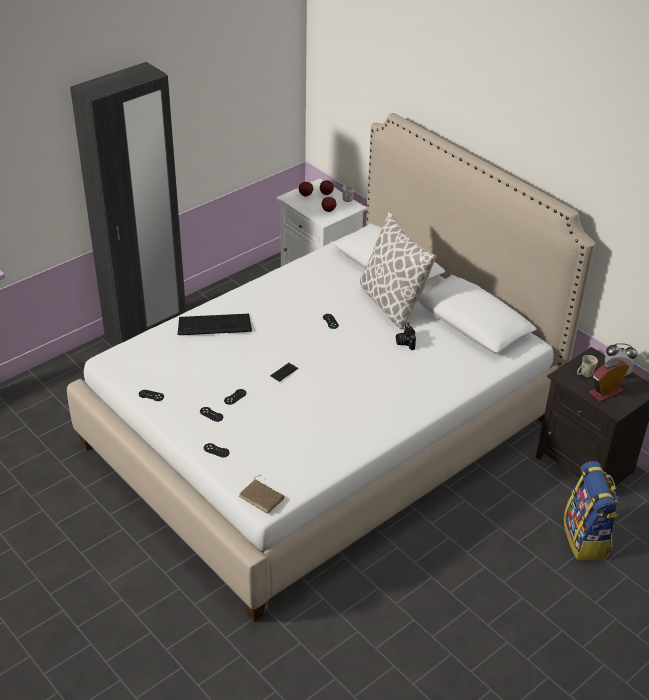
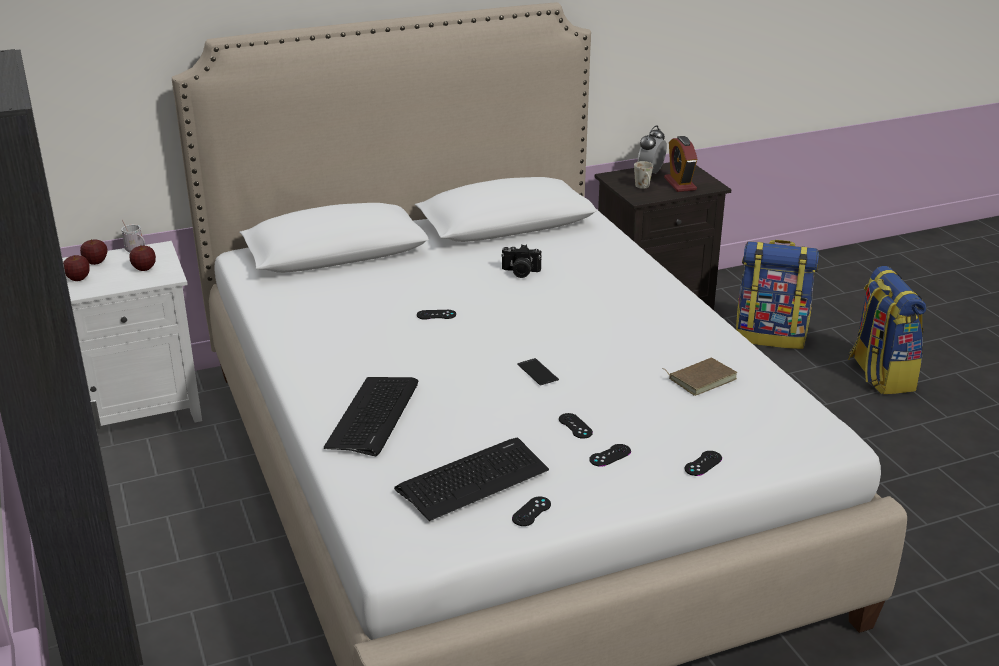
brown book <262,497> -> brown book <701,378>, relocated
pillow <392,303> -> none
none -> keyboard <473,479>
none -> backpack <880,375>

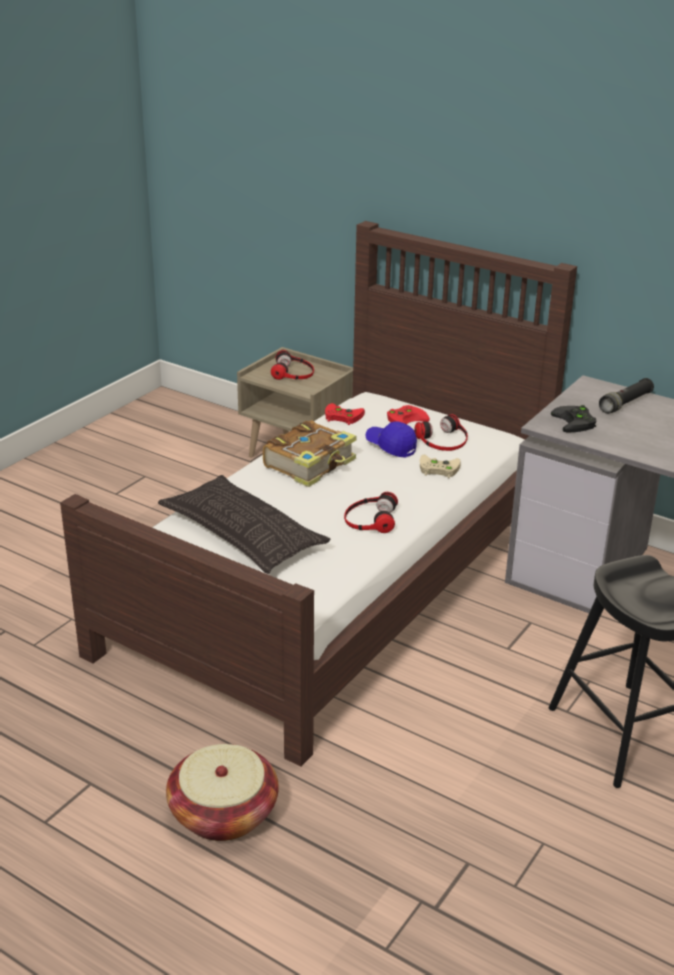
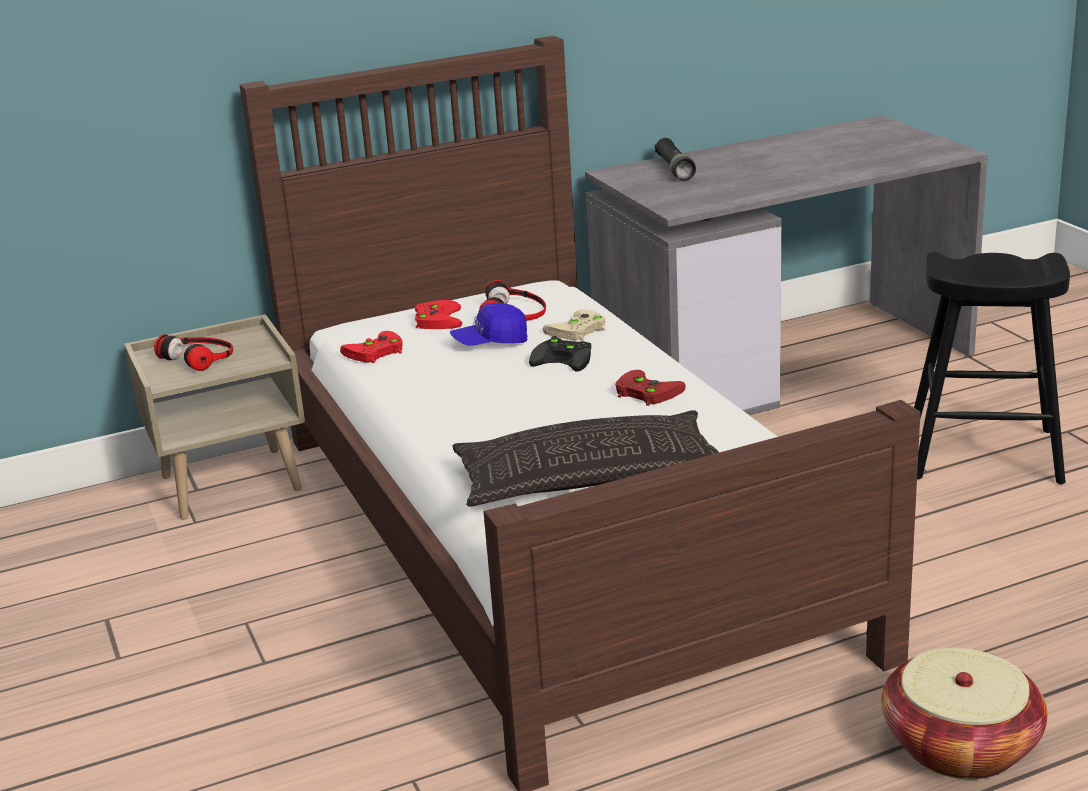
book <311,464> -> none
headphones <370,519> -> red game controller <645,392>
black game controller <576,422> -> black game controller <565,359>, relocated

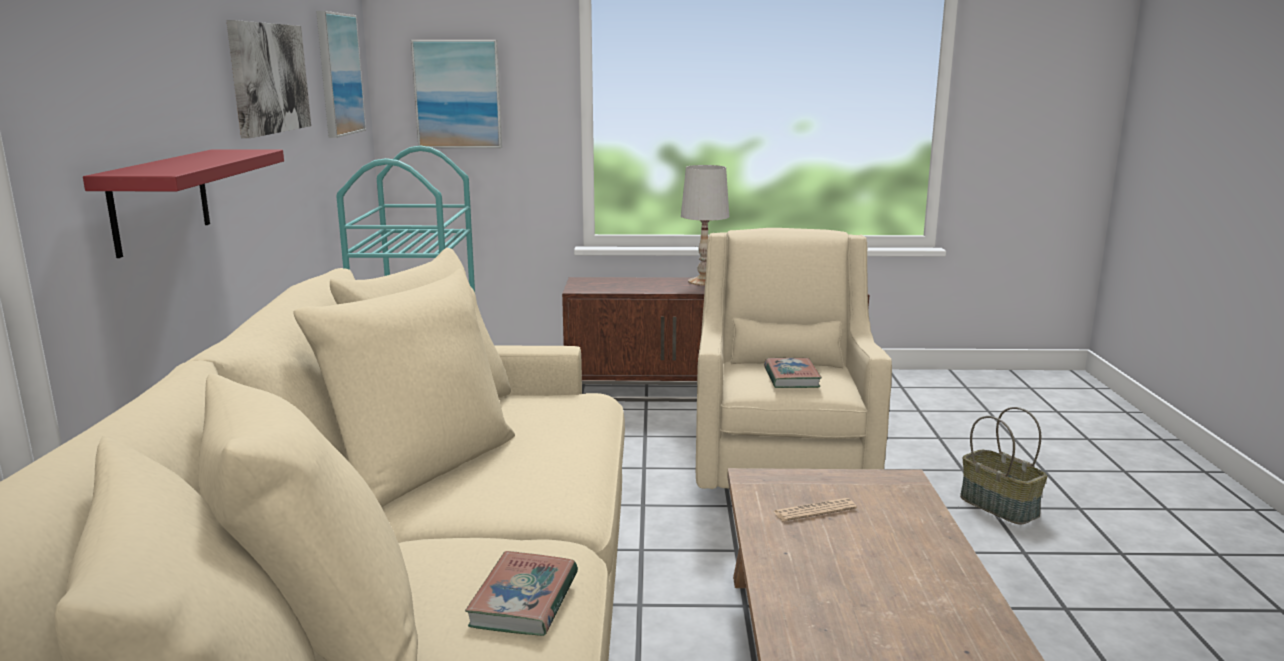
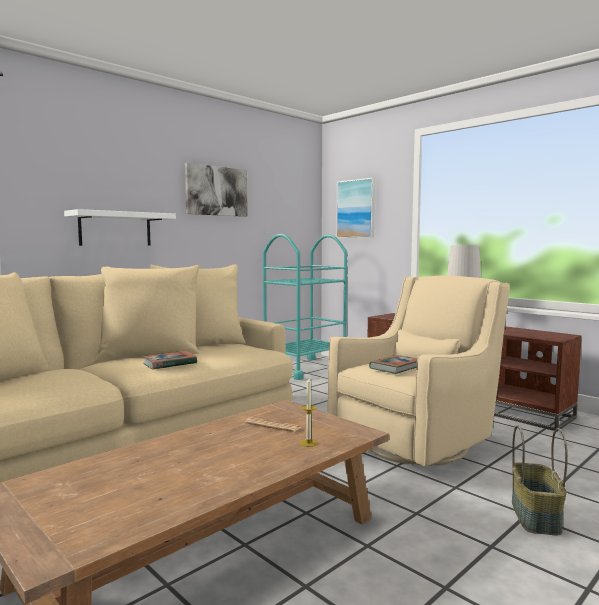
red shelf <160,200> -> white shelf <115,229>
picture <338,74> -> none
book <524,600> -> book <170,363>, relocated
none -> candle <308,443>

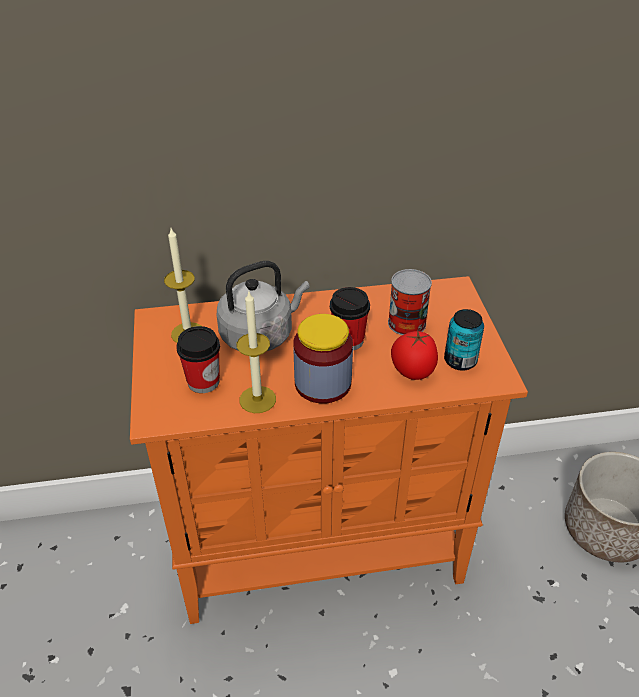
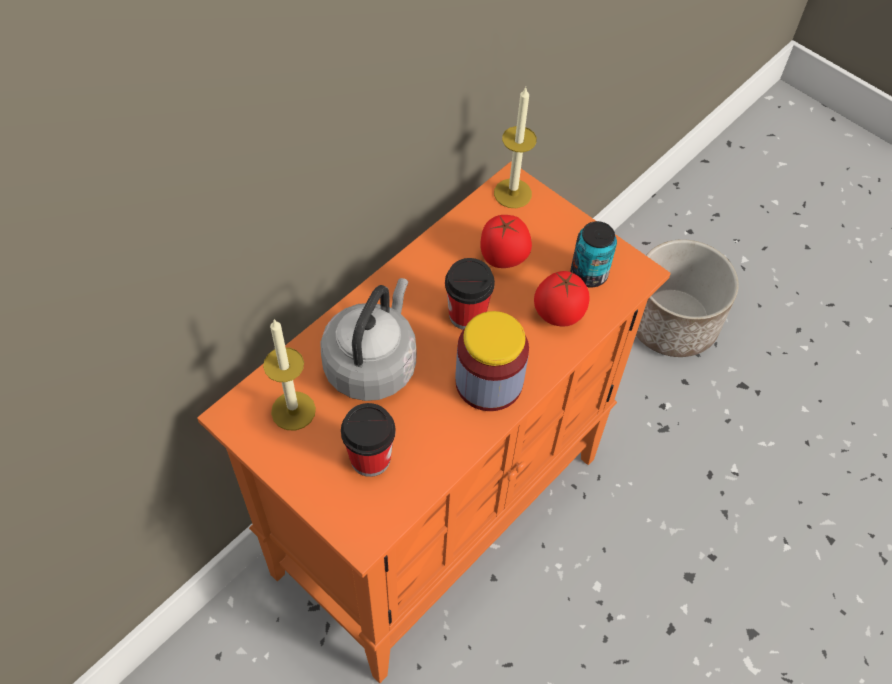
candle <257,399> -> candle <512,193>, relocated
can <407,323> -> tomato <503,258>

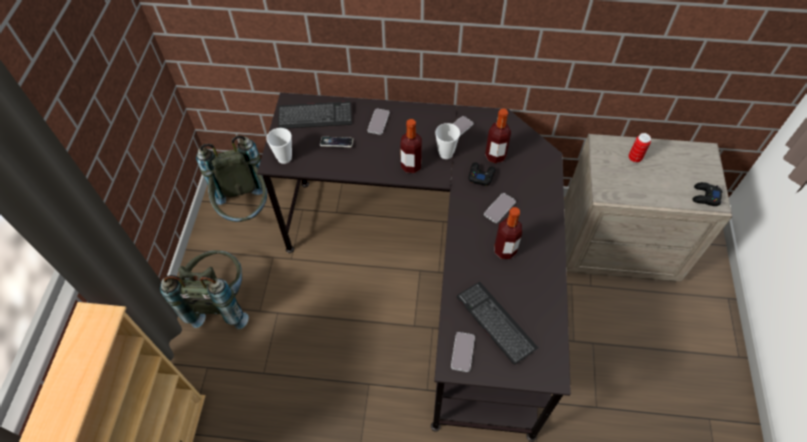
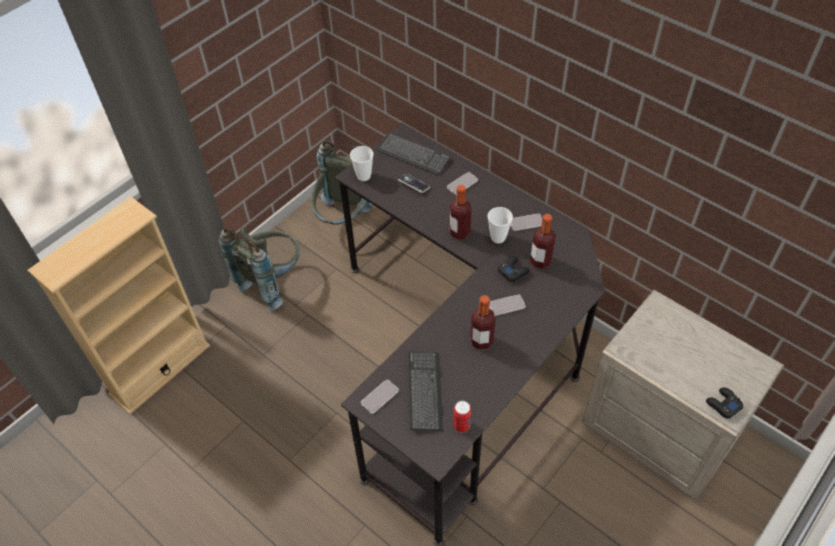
can <634,158> -> can <461,425>, relocated

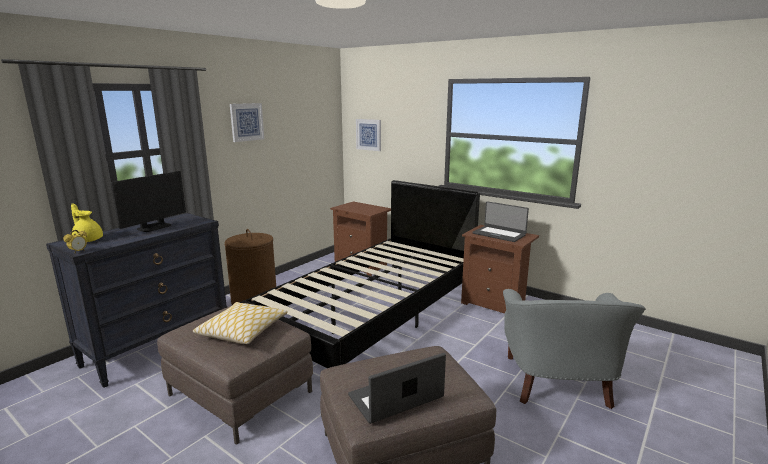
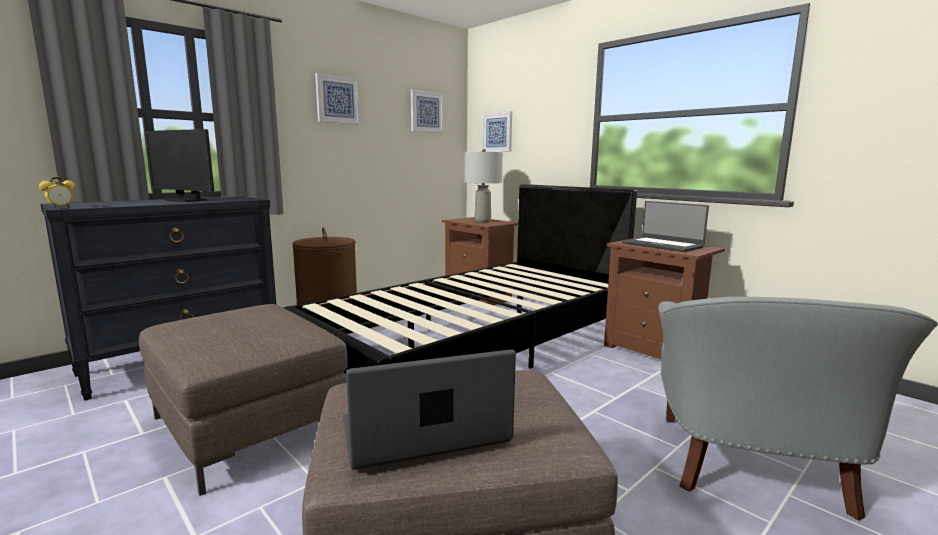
yellow teapot <88,240> -> none
monitor <154,227> -> monitor <186,200>, 75 degrees clockwise
pillow <242,331> -> none
none -> picture <426,112>
none -> grey table lamp <482,221>

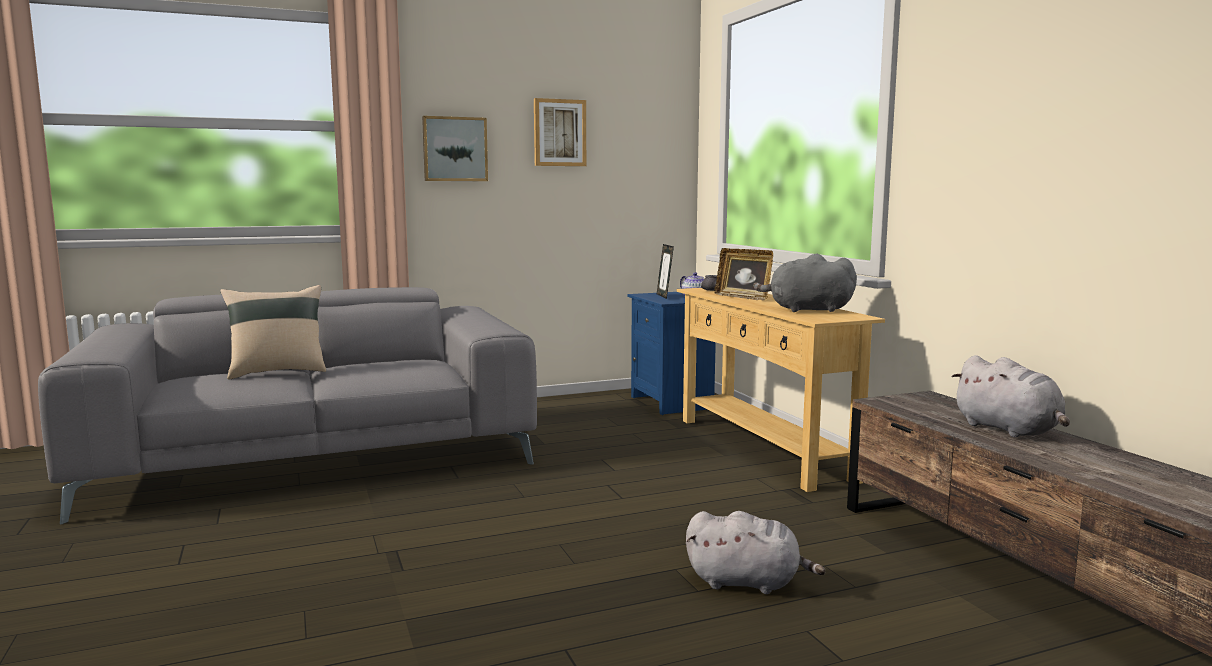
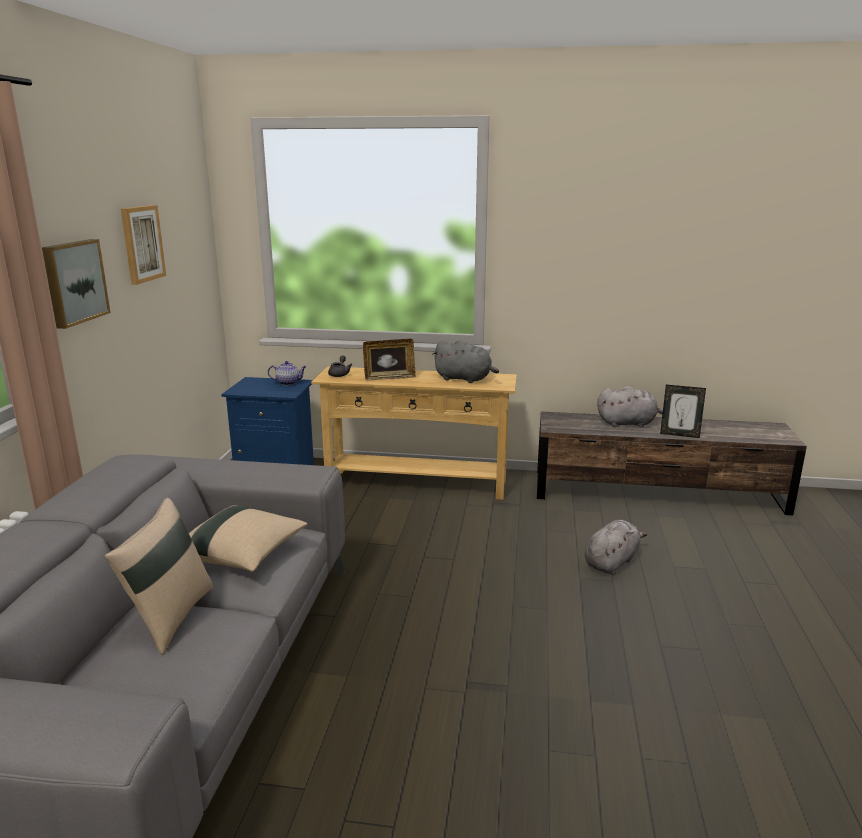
picture frame <664,296> -> picture frame <679,434>, relocated
grey plush toy <806,310> -> grey plush toy <465,379>, 105 degrees counterclockwise
none -> beige pillow <242,555>

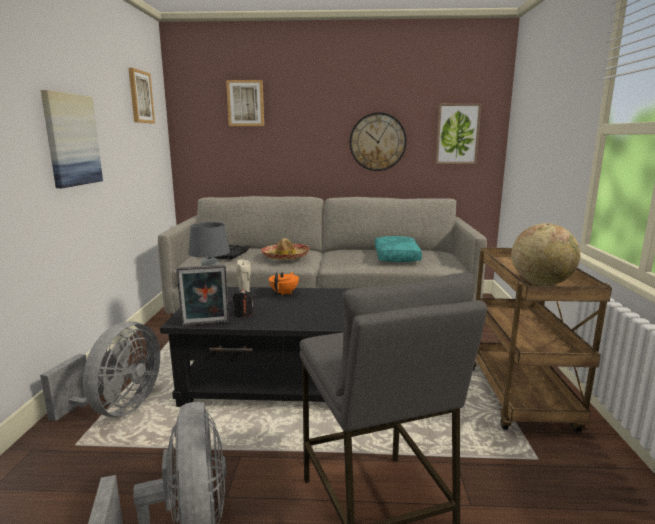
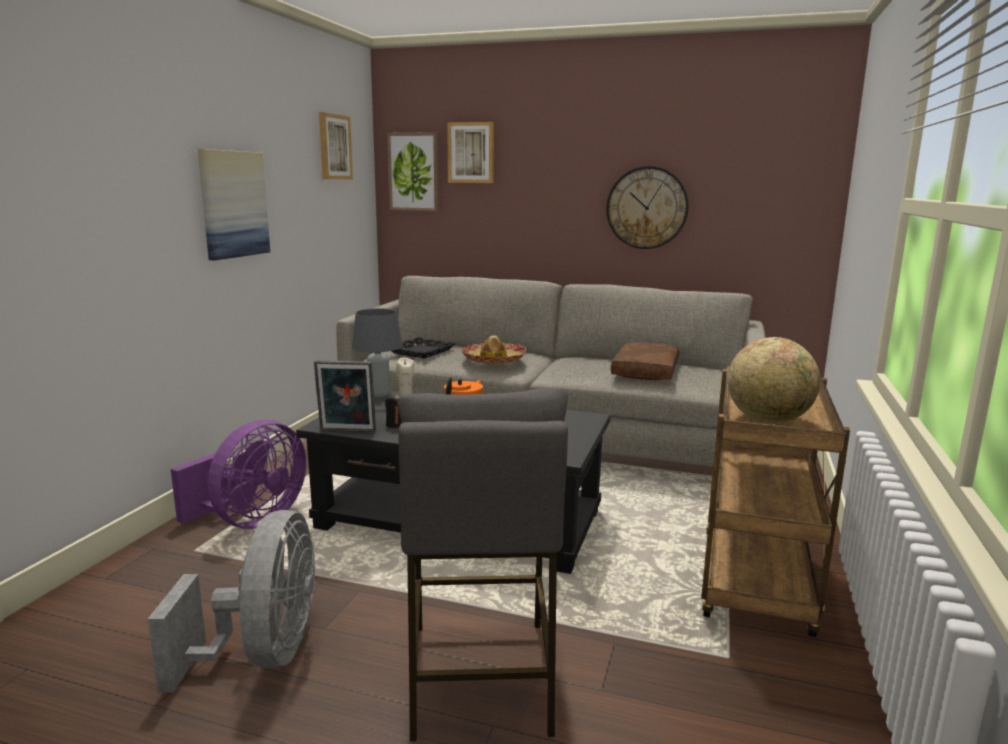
grey fan <117,409> -> purple fan <251,521>
turquoise pillow <395,256> -> brown pillow <644,371>
picture <457,134> -> picture <414,172>, relocated

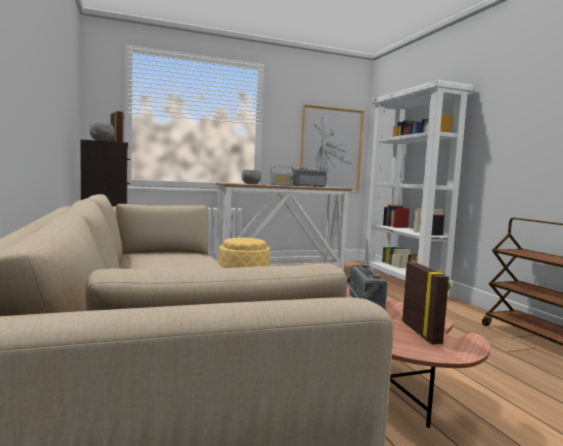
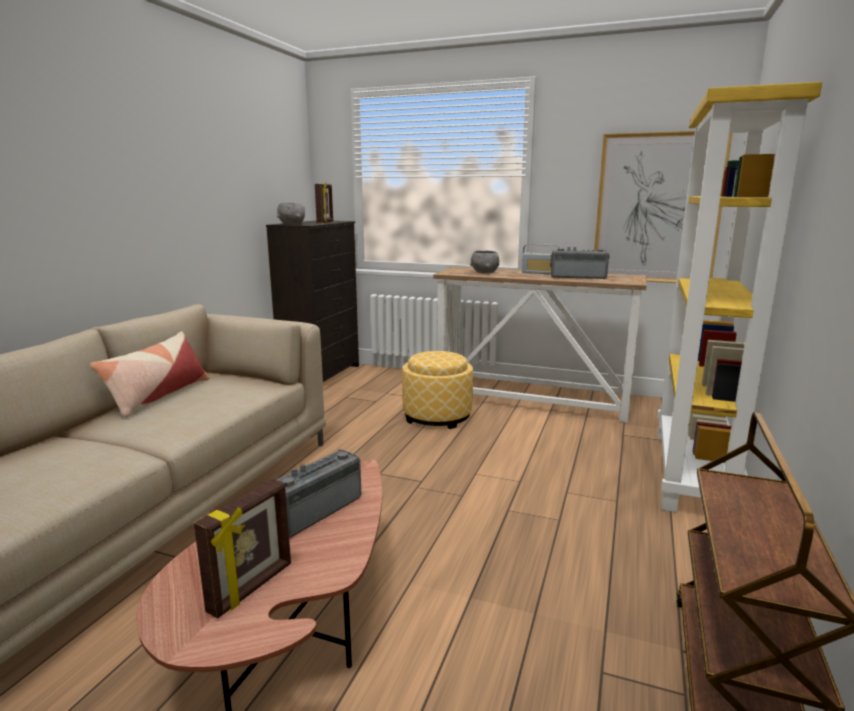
white bookcase <403,285> -> yellow bookcase <692,472>
none -> pillow <159,396>

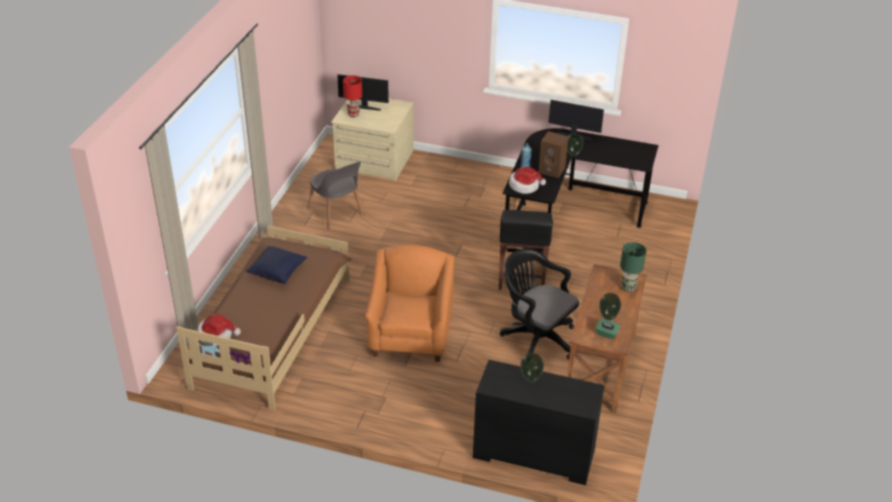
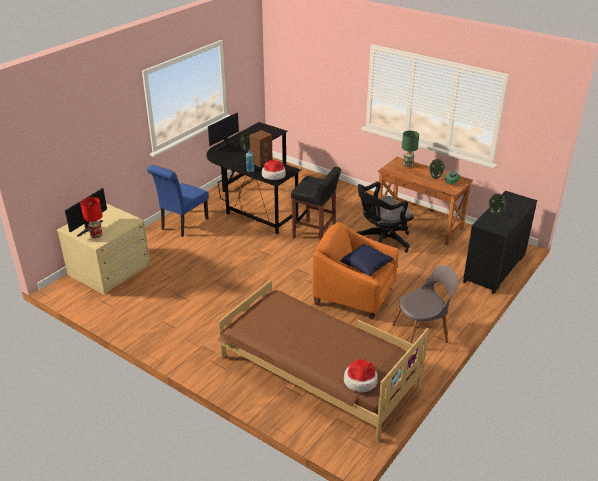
blue pillow <277,271> -> blue pillow <365,266>, relocated
grey chair <336,213> -> grey chair <422,333>, relocated
none -> blue chair <182,225>

